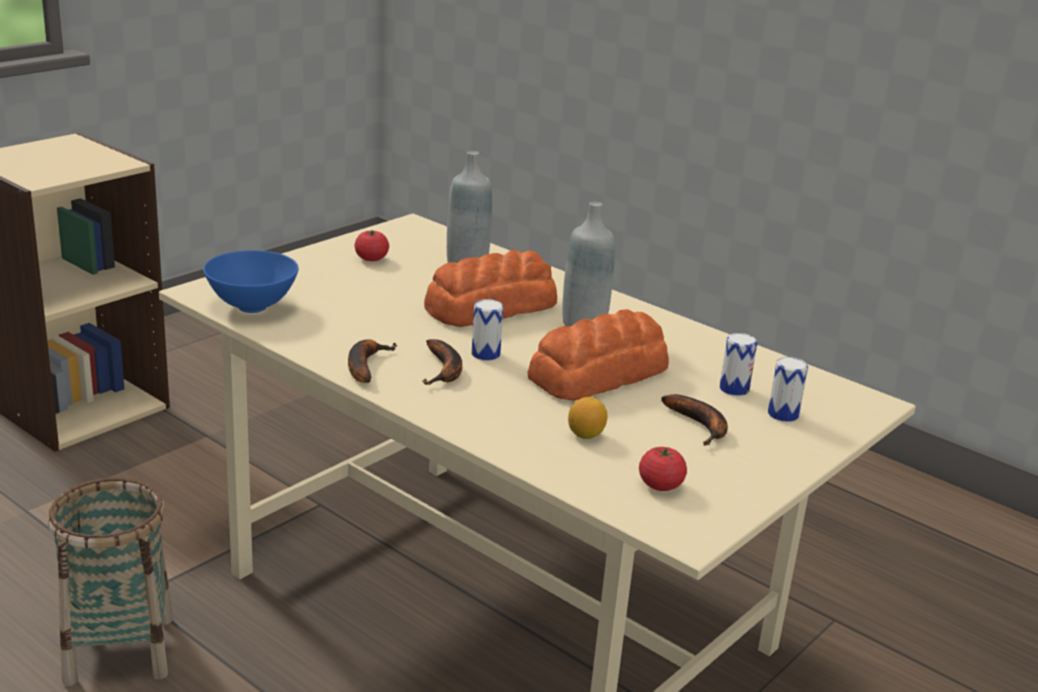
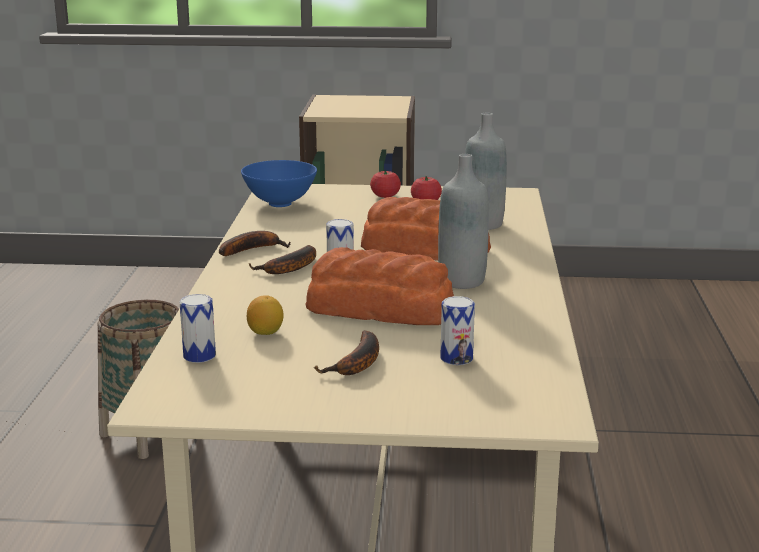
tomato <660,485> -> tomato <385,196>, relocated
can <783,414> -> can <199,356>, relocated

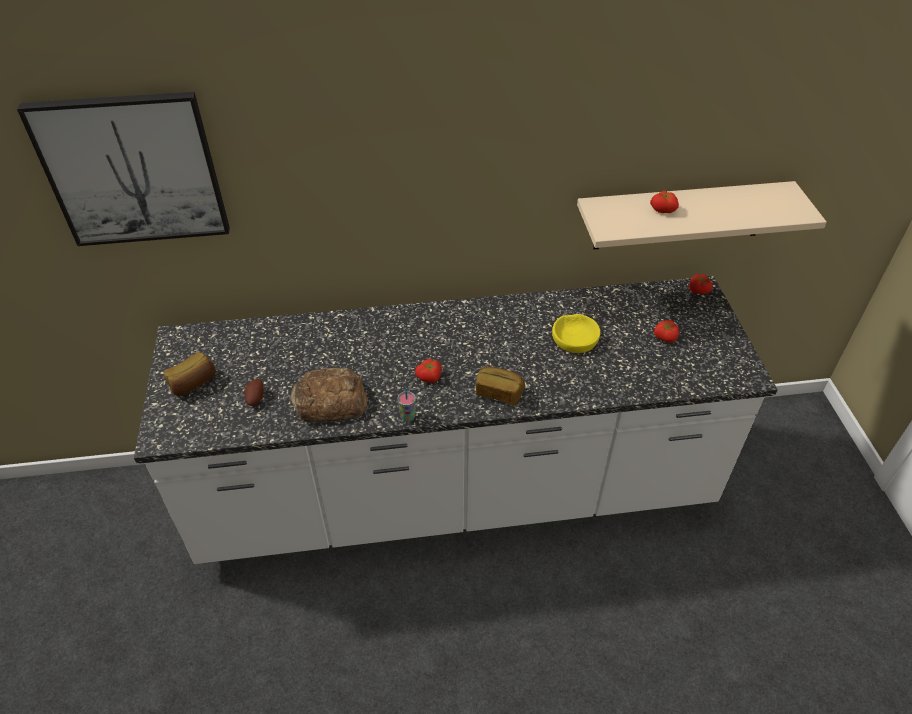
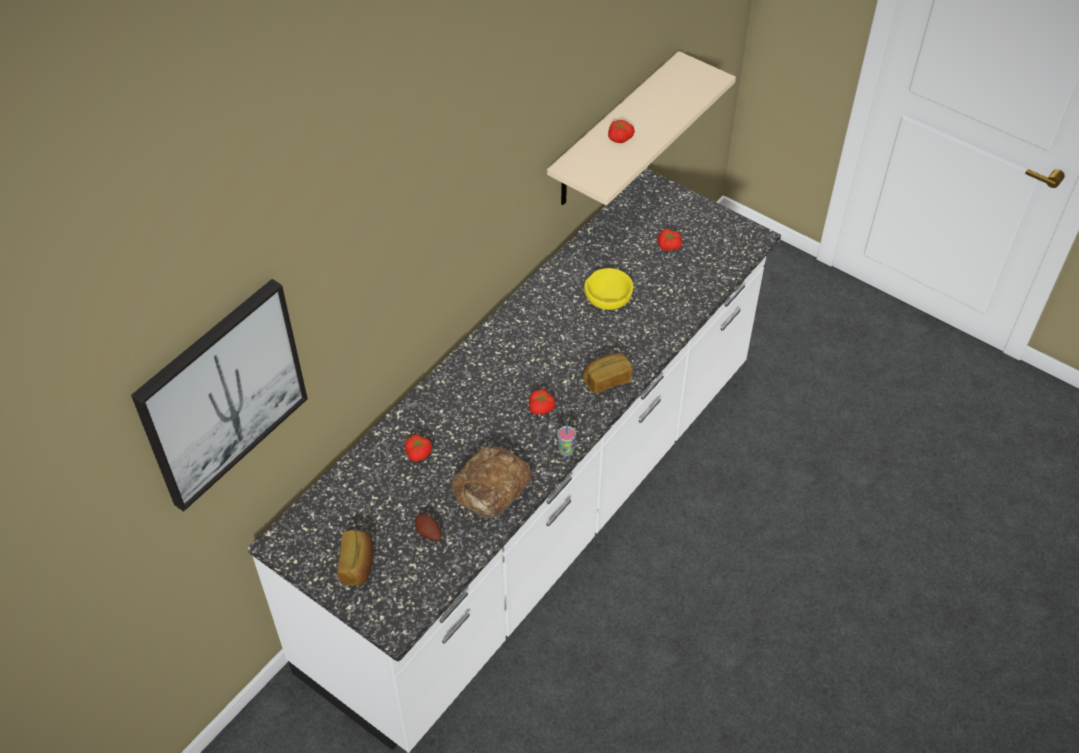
tomato <699,290> -> tomato <419,453>, relocated

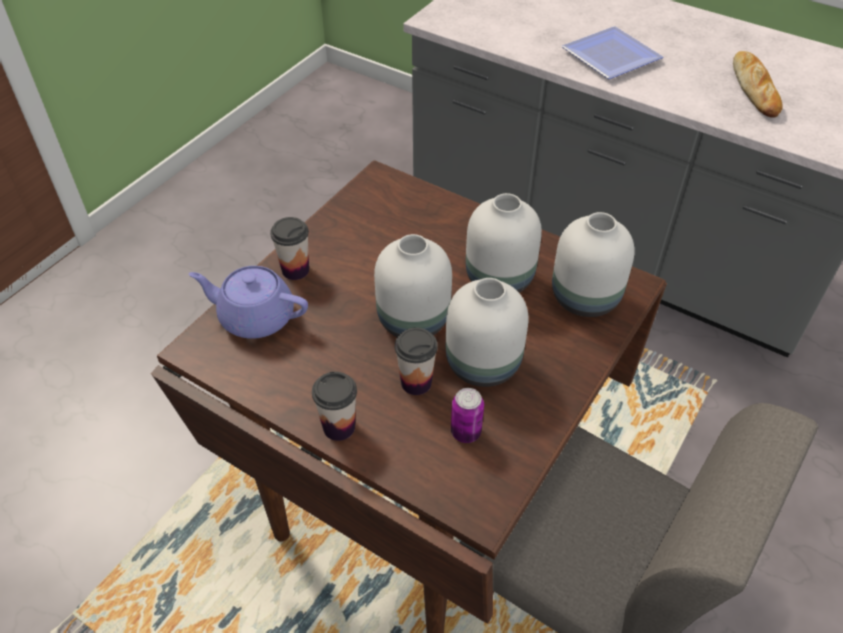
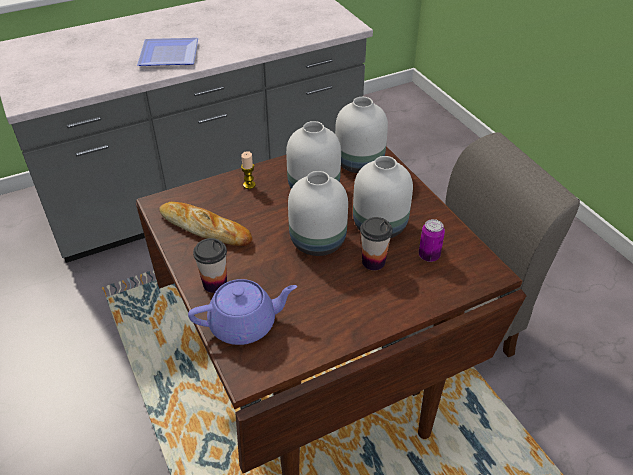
purple teapot <255,317> -> purple teapot <244,324>, 150 degrees counterclockwise
cup <339,427> -> none
bread <754,88> -> bread <205,228>, relocated
none -> candle <249,185>

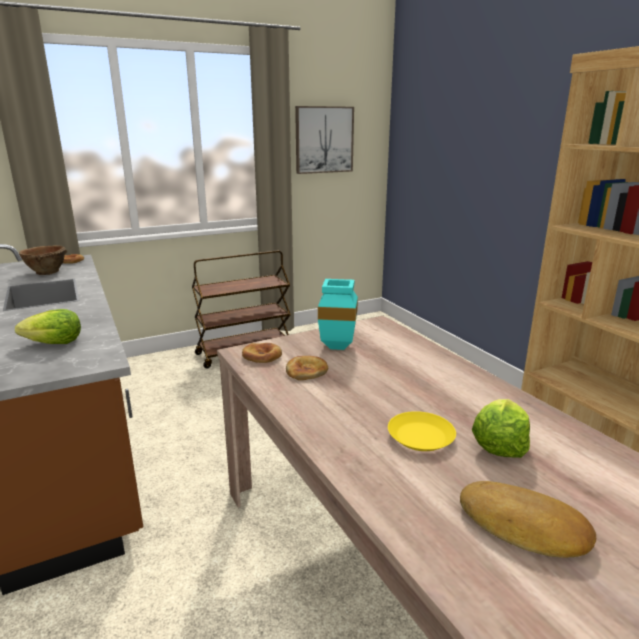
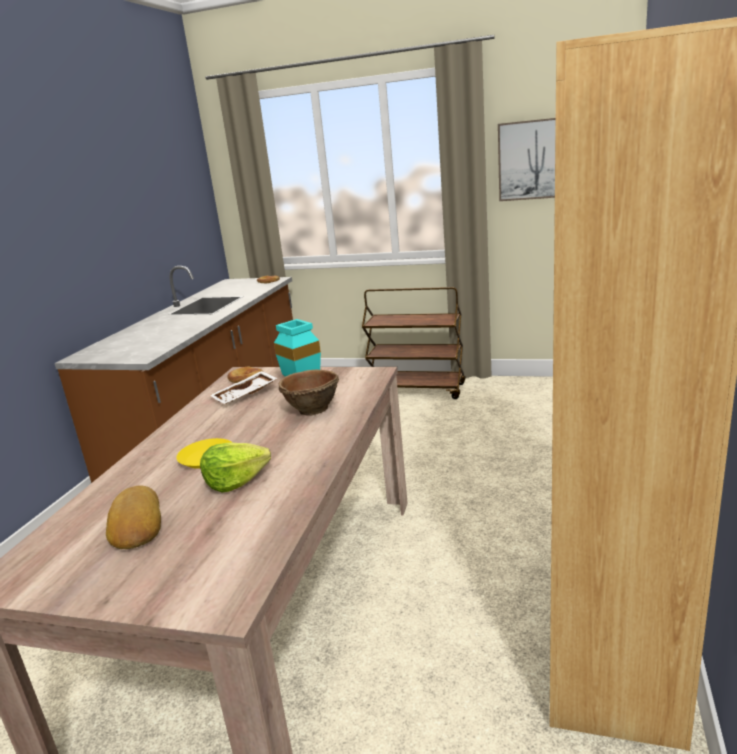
lettuce <54,343> -> none
brown bowl <46,272> -> brown bowl <312,410>, relocated
bread <306,371> -> white tray <245,395>

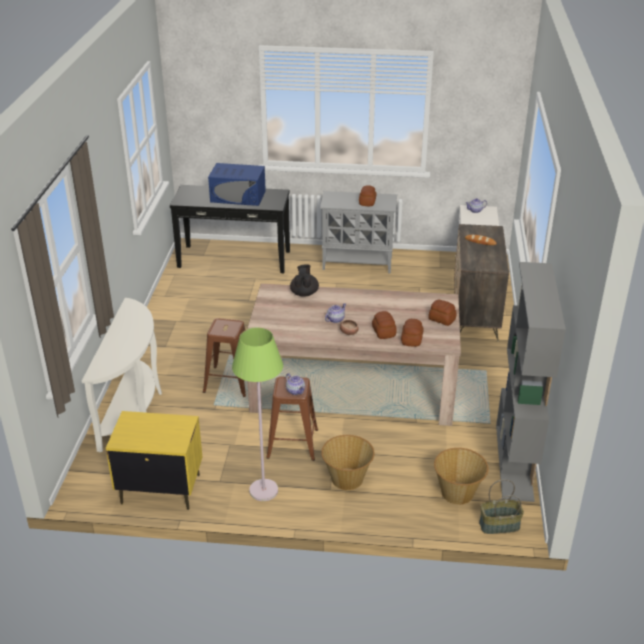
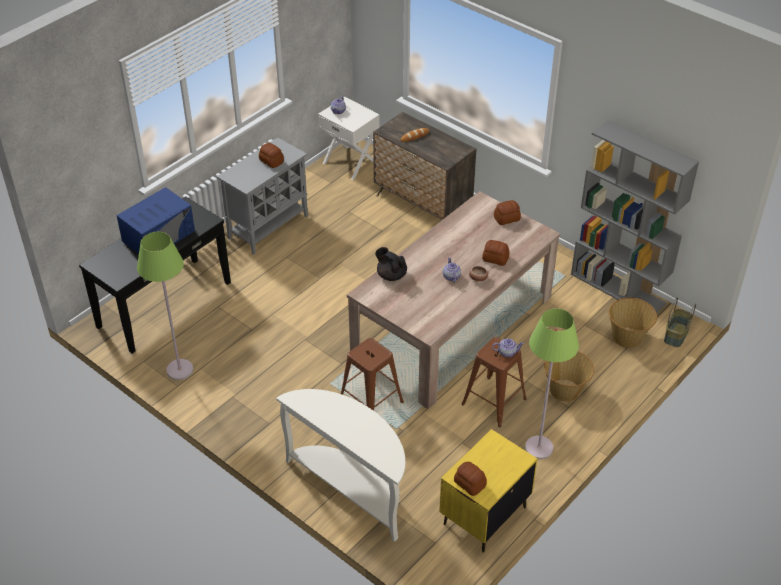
bread <411,339> -> bread <469,484>, relocated
none -> green floor lamp <179,370>

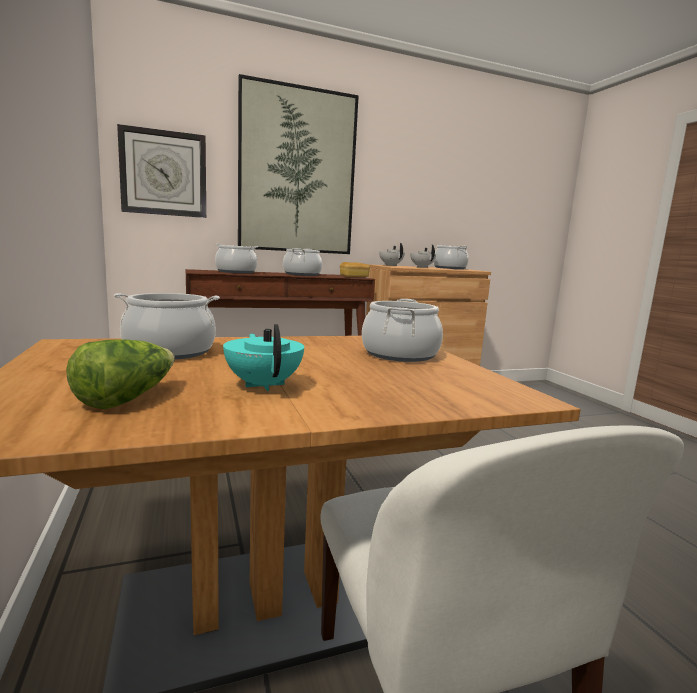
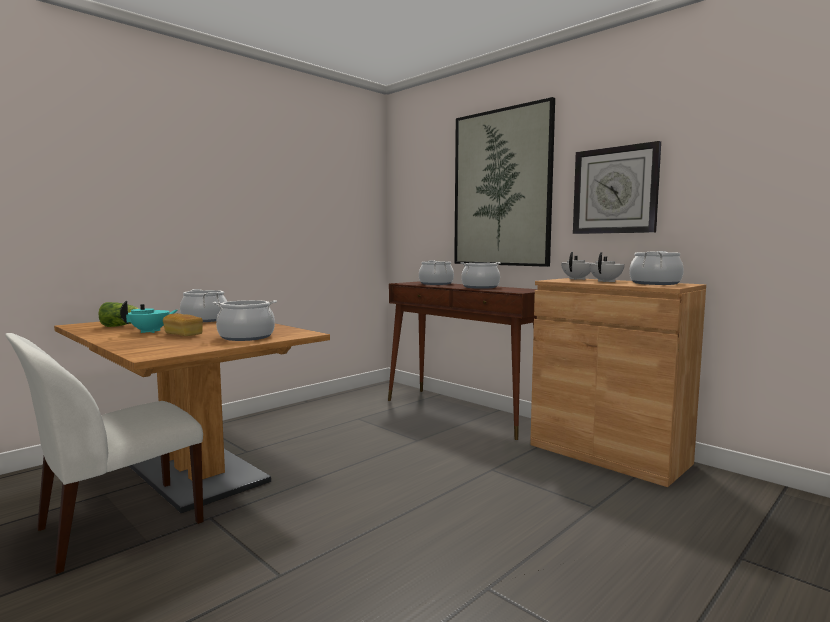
wall clock <164,173> -> wall clock <615,190>, relocated
bread <354,277> -> bread <183,334>, relocated

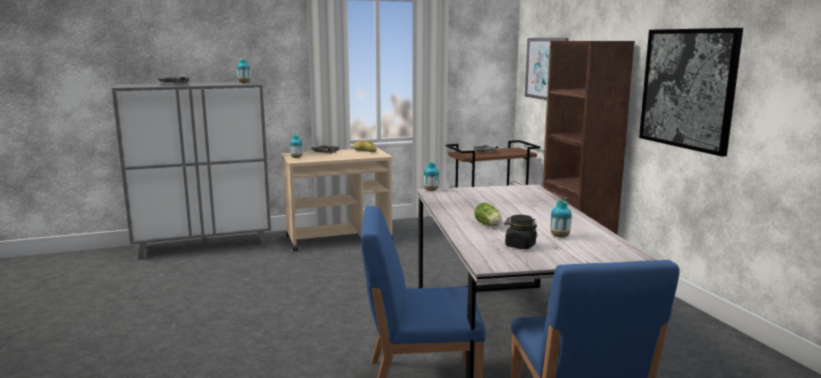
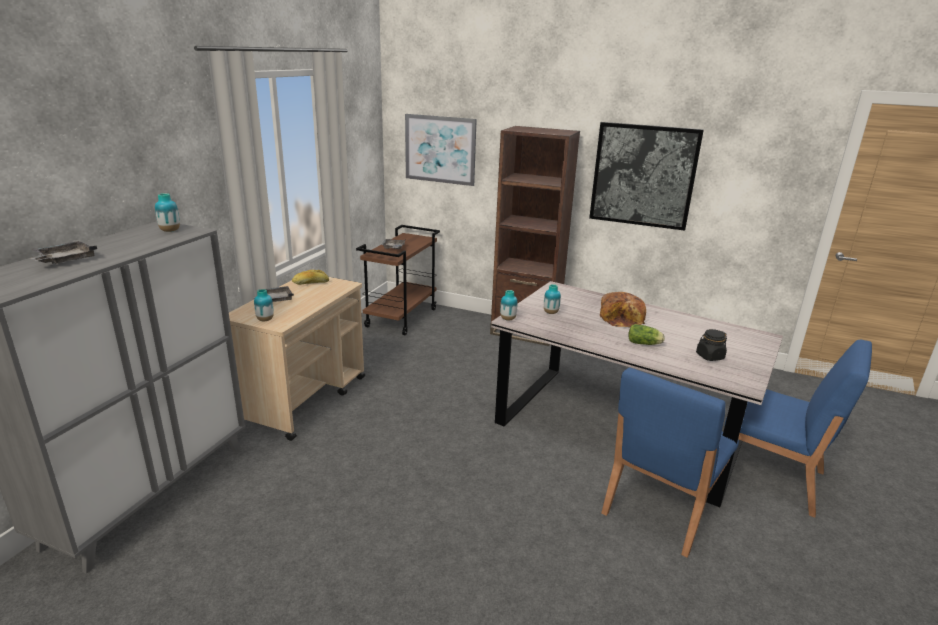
vase <559,236> -> vase <550,313>, relocated
none -> bread <622,318>

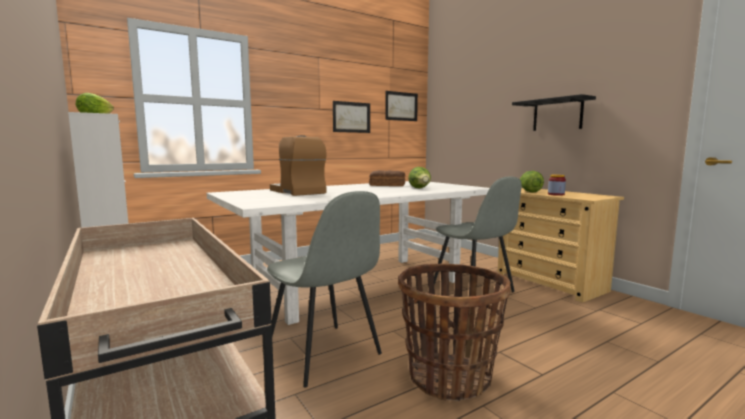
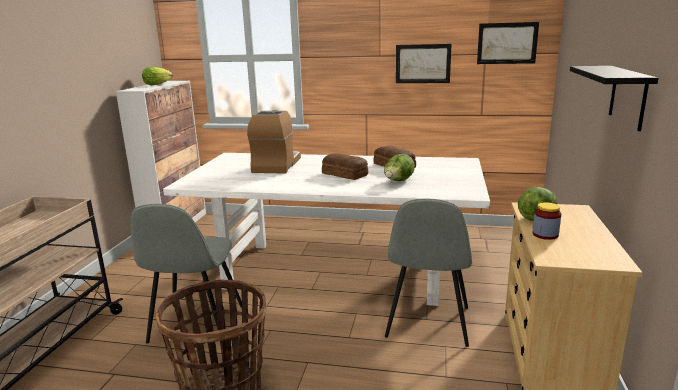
none -> bread <344,174>

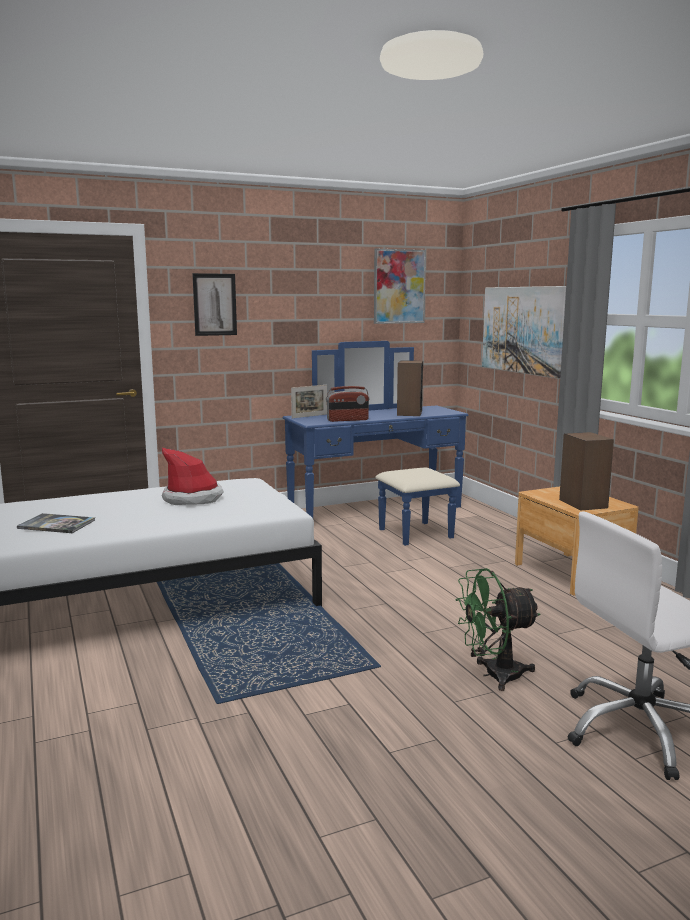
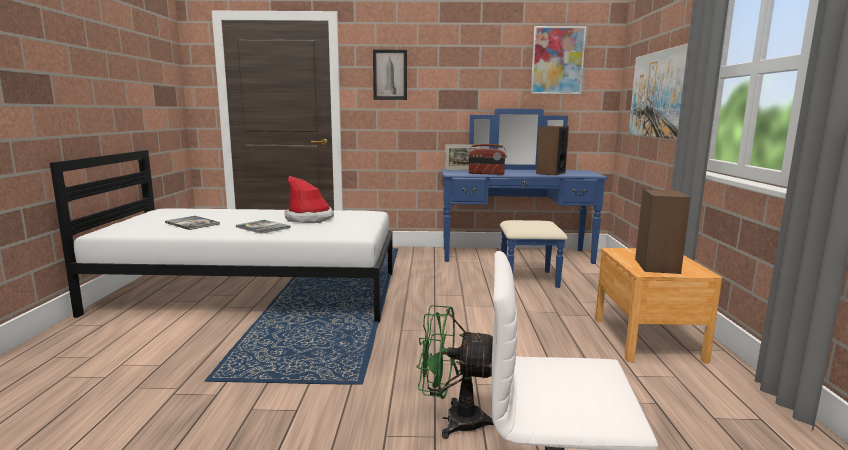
none -> book <263,227>

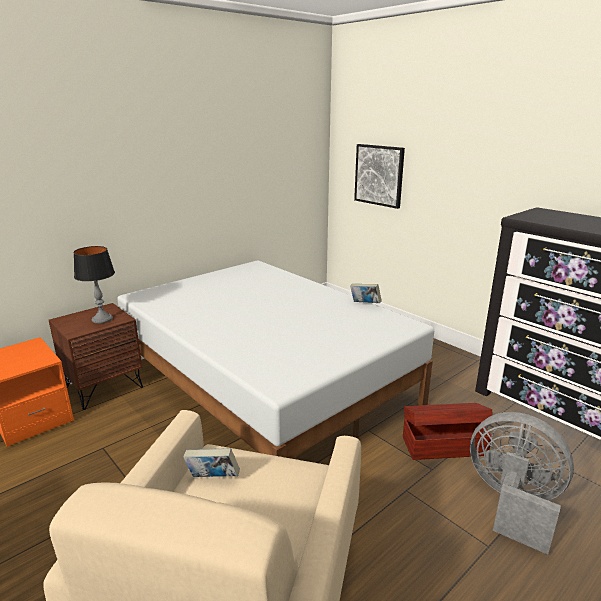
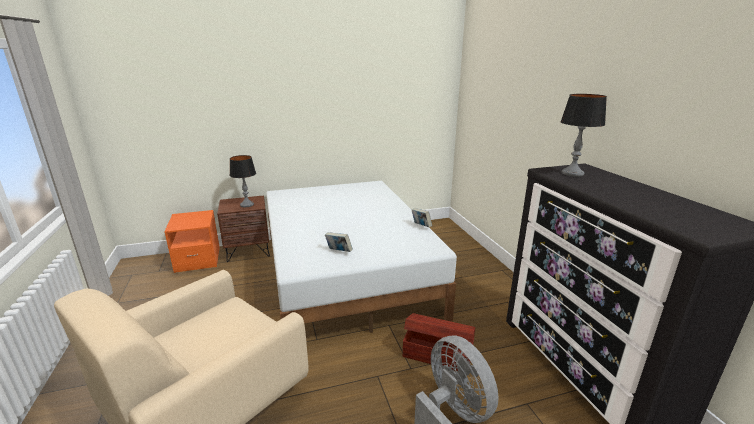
book <213,479> -> book <339,251>, relocated
picture <379,175> -> none
none -> table lamp <572,173>

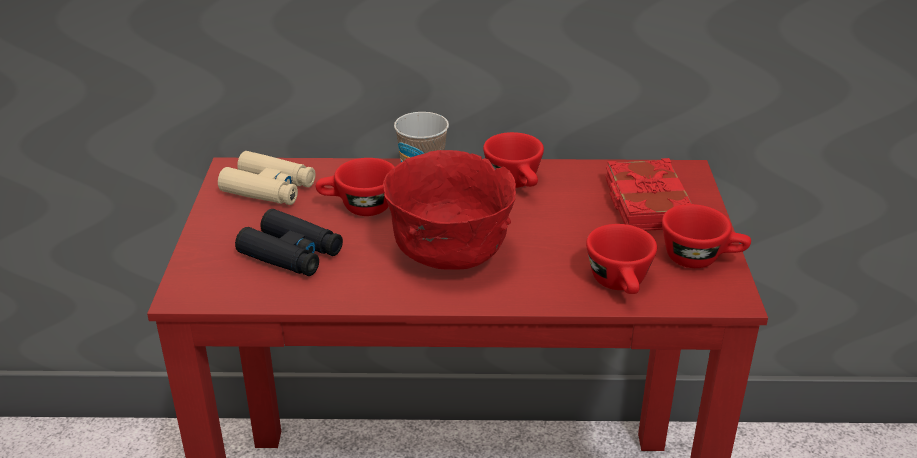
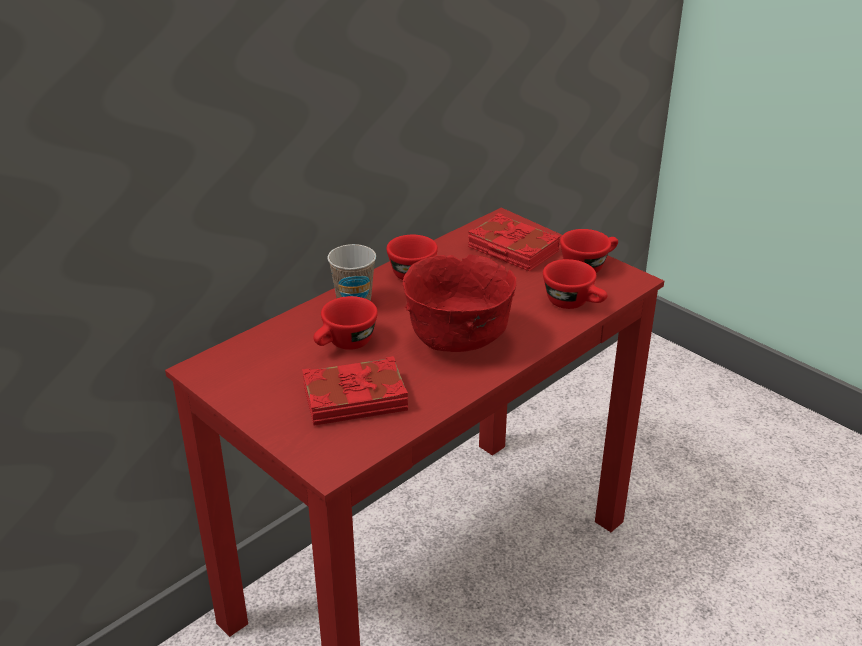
beige binoculars <269,189> -> none
black binoculars <291,253> -> red book <354,398>

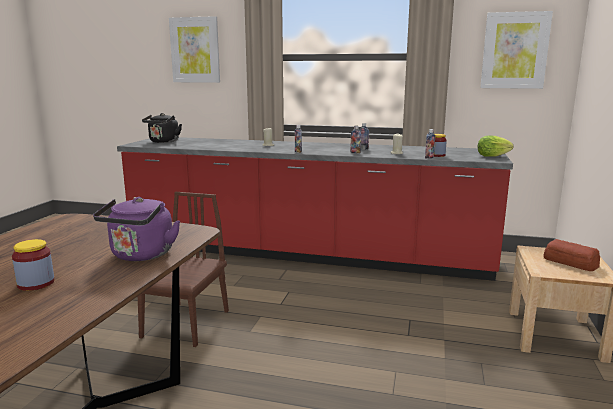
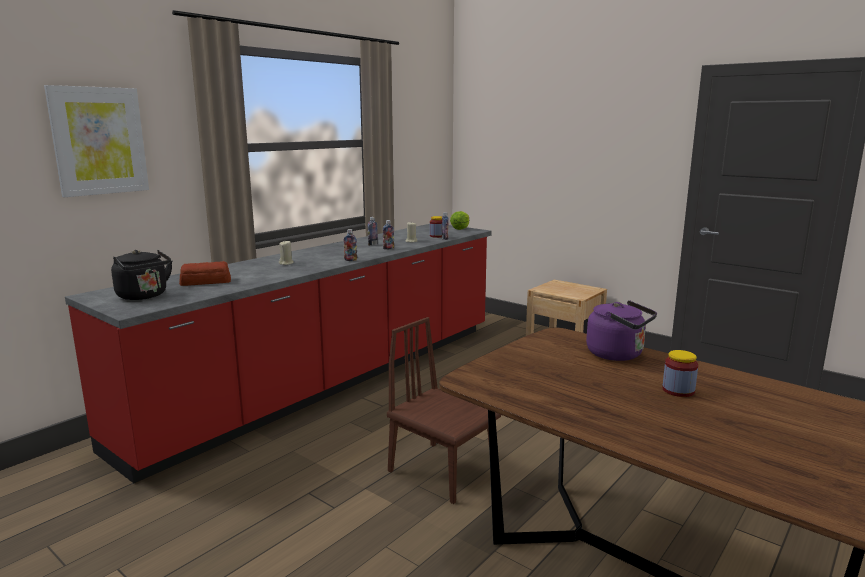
picture <514,50> -> none
bread <570,262> -> bread <205,281>, relocated

